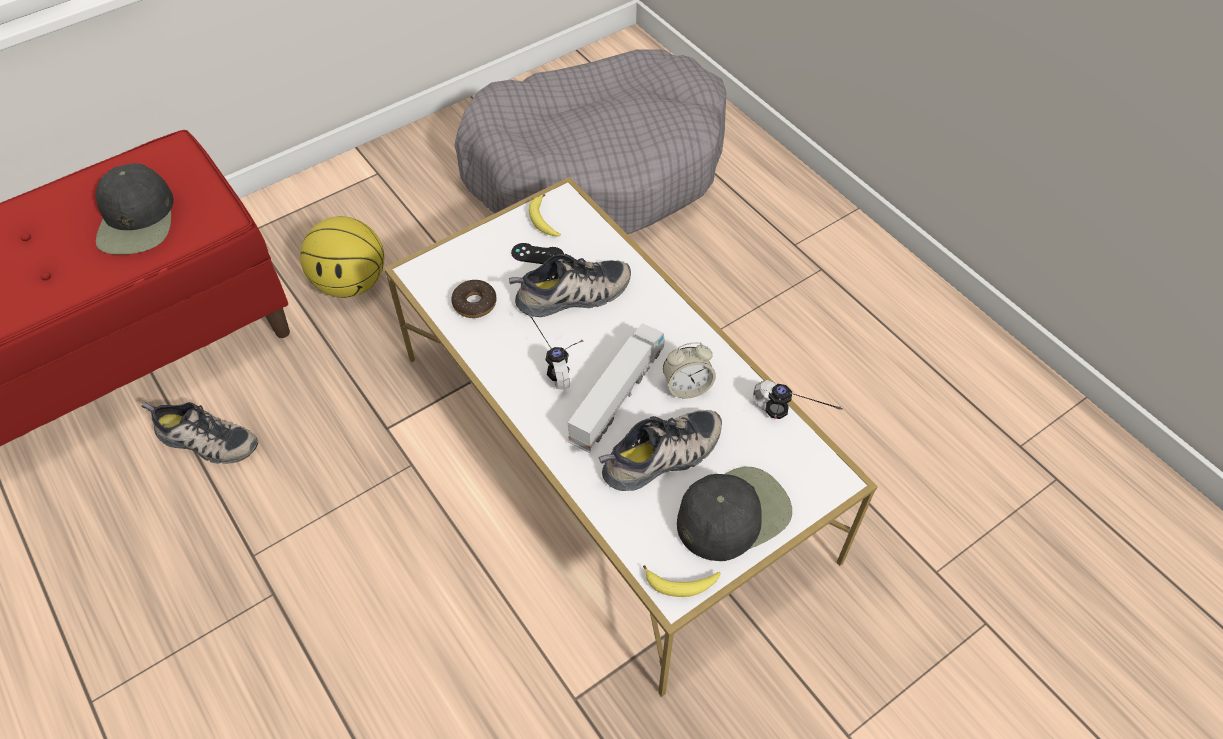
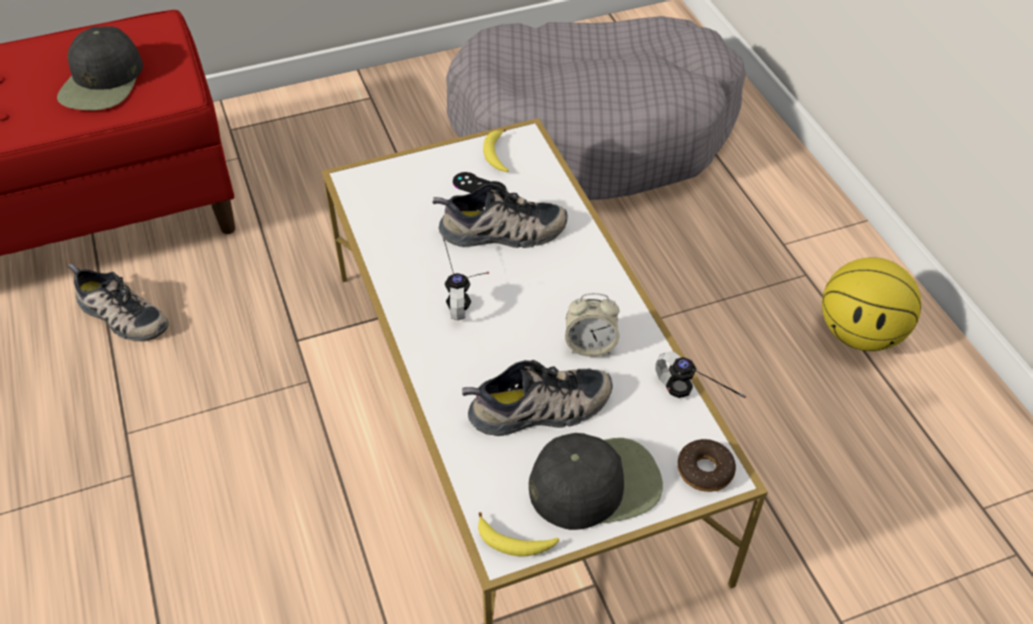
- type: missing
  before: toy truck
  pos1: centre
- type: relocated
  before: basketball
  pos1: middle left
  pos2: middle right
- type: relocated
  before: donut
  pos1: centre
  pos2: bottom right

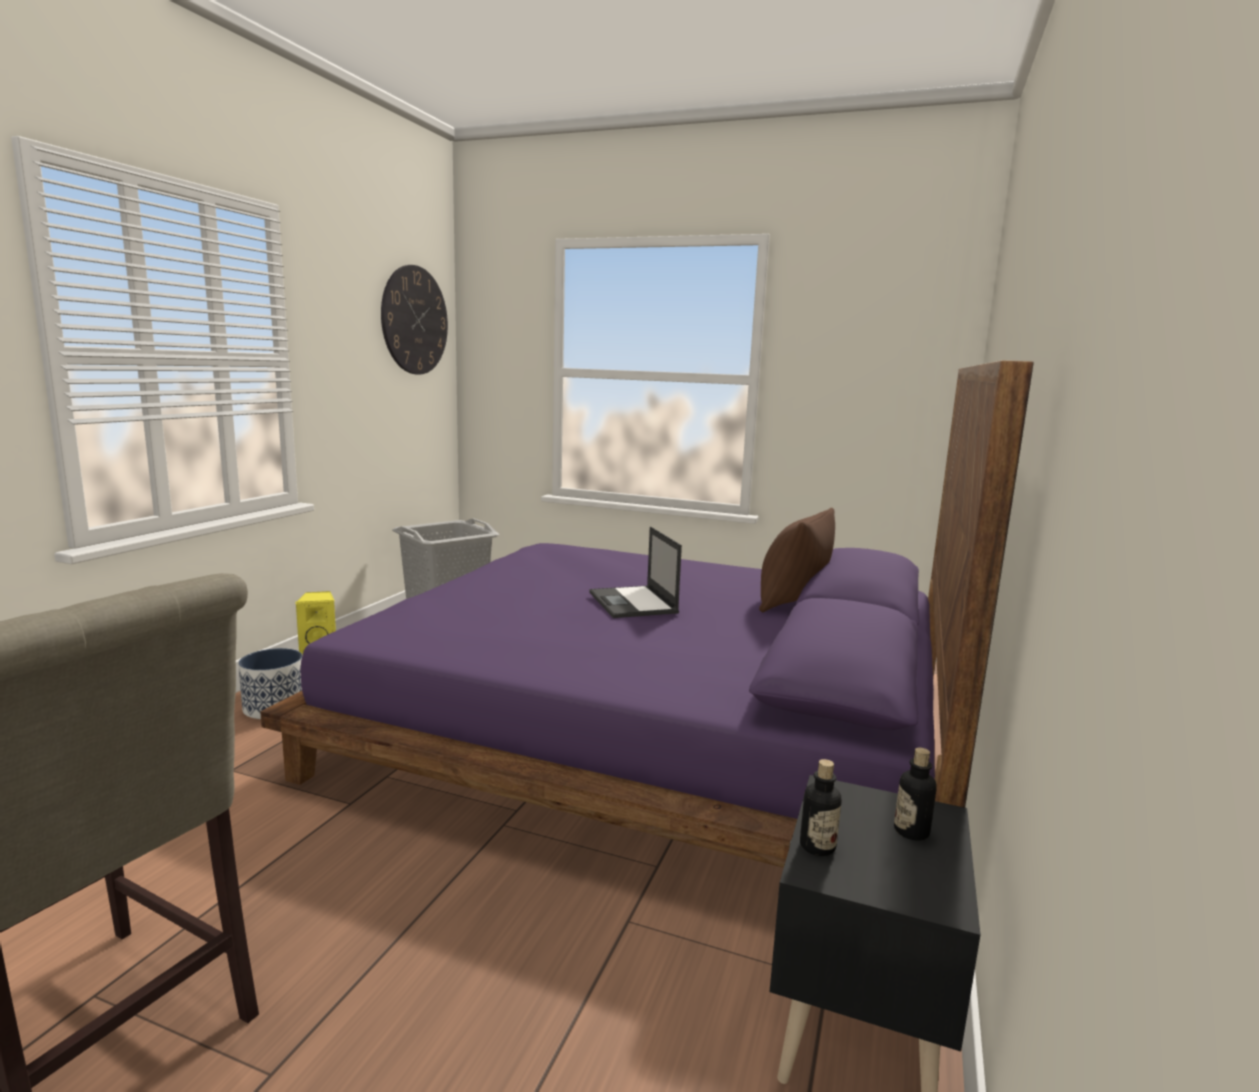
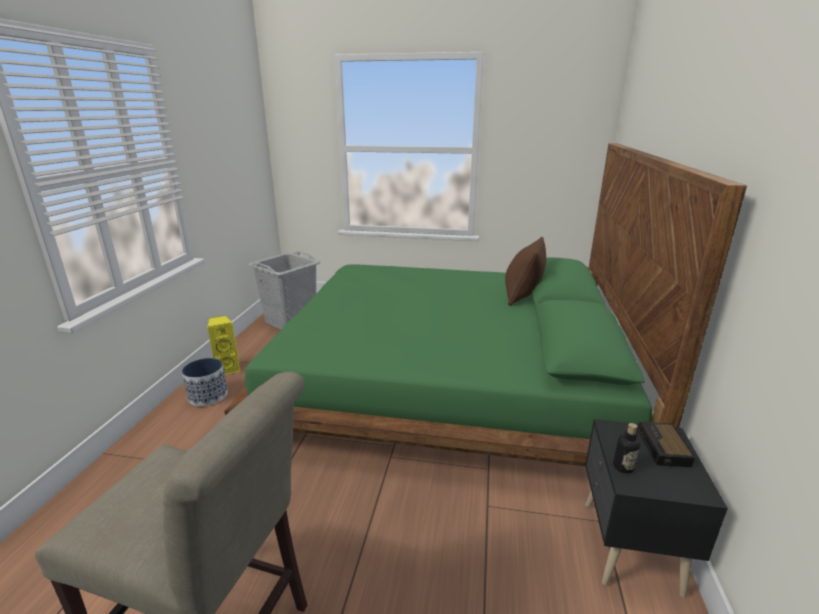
- type: missing
  before: wall clock
  pos1: top left
- type: missing
  before: laptop
  pos1: centre
- type: exchanged
  before: bottle (no. 2 from left)
  after: alarm clock
  pos1: bottom right
  pos2: bottom right
- type: colour
  before: purple bed
  after: green bed
  pos1: centre
  pos2: centre

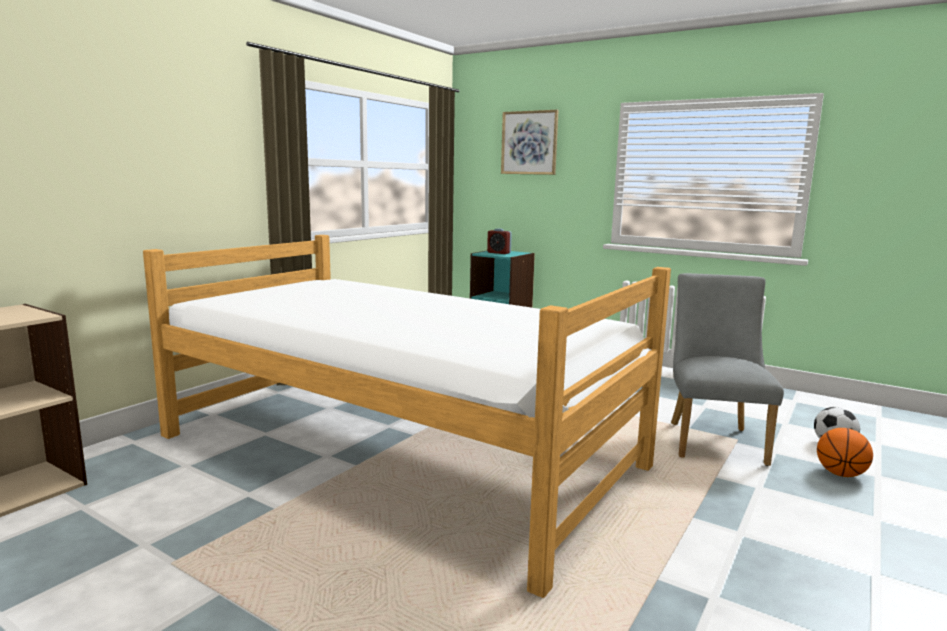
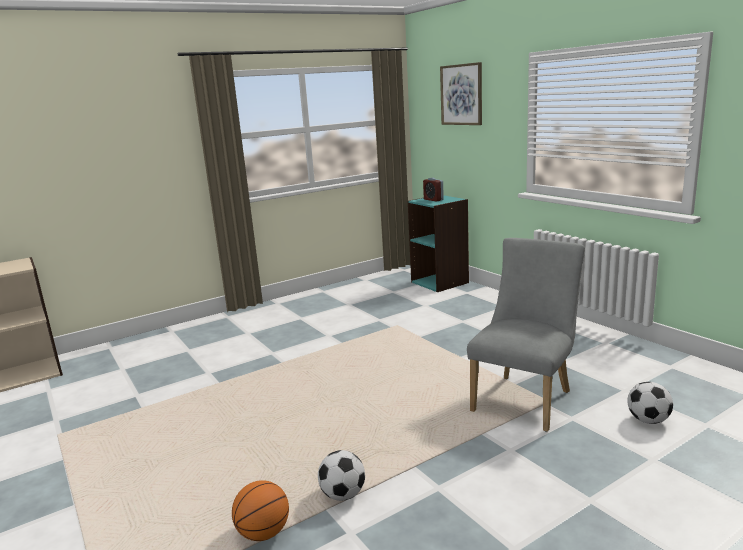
- type: missing
  before: bed
  pos1: centre
- type: appeared
  after: football (no. 1 from left)
  pos2: bottom centre
- type: relocated
  before: basketball
  pos1: bottom right
  pos2: bottom centre

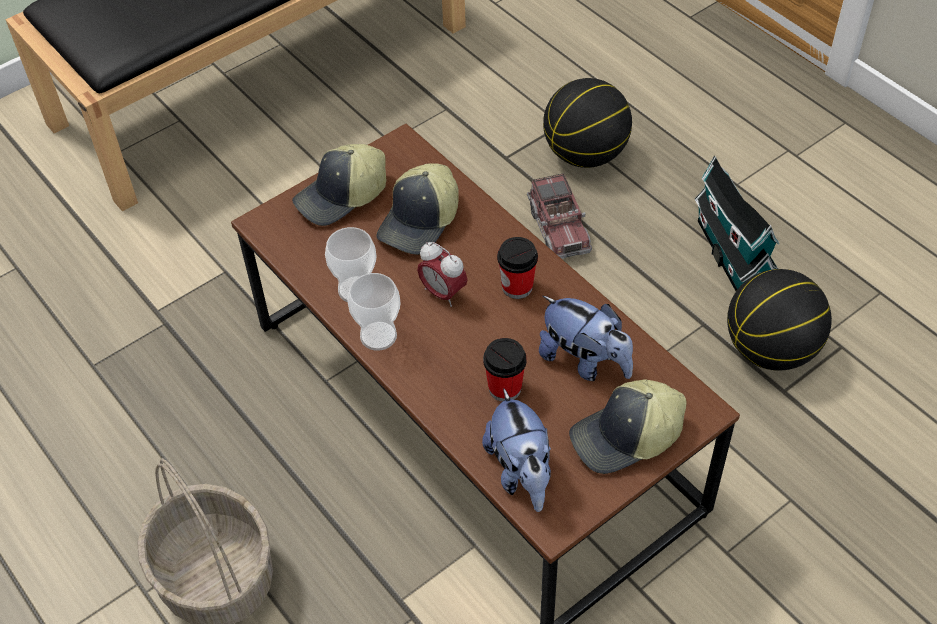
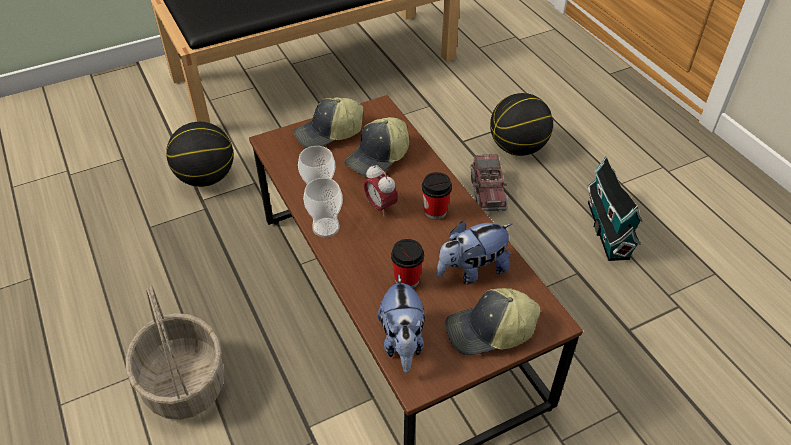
- type: relocated
  before: basketball (no. 2 from left in the first image)
  after: basketball (no. 1 from left)
  pos1: middle right
  pos2: middle left
- type: spun
  before: plush toy (no. 2 from left)
  pos1: centre
  pos2: centre
  turn: 105

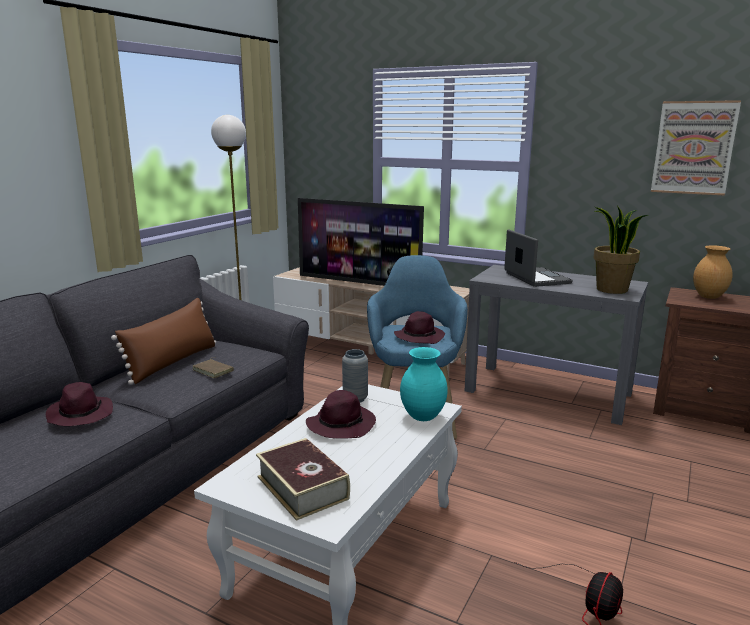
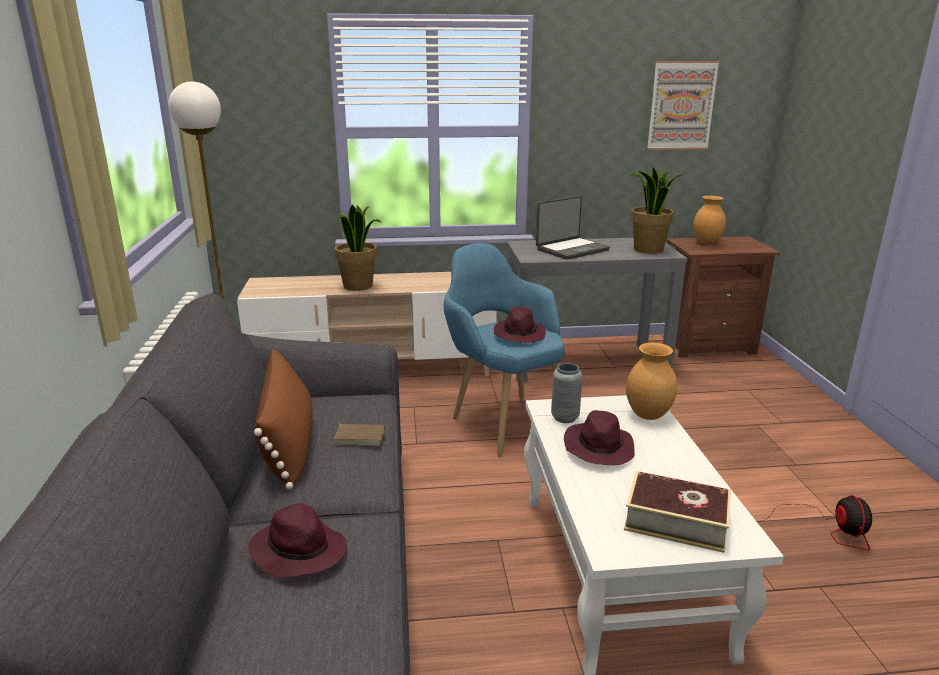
- type: exchanged
  before: television
  after: potted plant (no. 1 from left)
  pos1: centre
  pos2: centre
- type: colour
  before: turquoise vase
  after: brown vase (no. 1 from left)
  pos1: centre
  pos2: middle right
- type: spun
  before: laptop
  pos1: middle right
  pos2: centre
  turn: 105

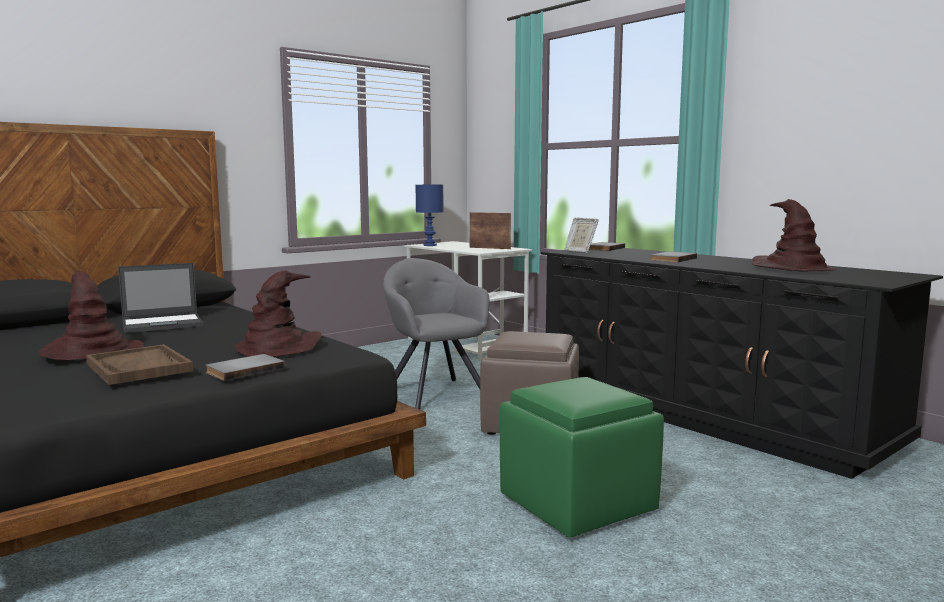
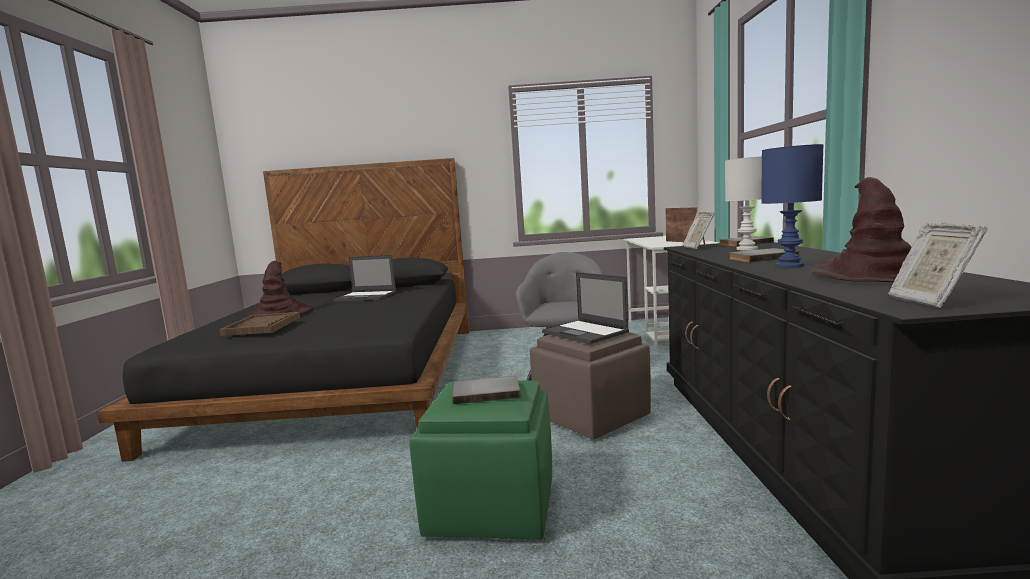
- type: missing
  before: brown hat (no. 2 from left)
  pos1: middle left
- type: appeared
  after: laptop (no. 2 from left)
  pos2: centre
- type: appeared
  after: white table lamp
  pos2: middle right
- type: appeared
  after: picture frame (no. 3 from left)
  pos2: middle right
- type: relocated
  before: grey book (no. 1 from left)
  pos1: middle left
  pos2: bottom centre
- type: relocated
  before: blue table lamp
  pos1: centre
  pos2: middle right

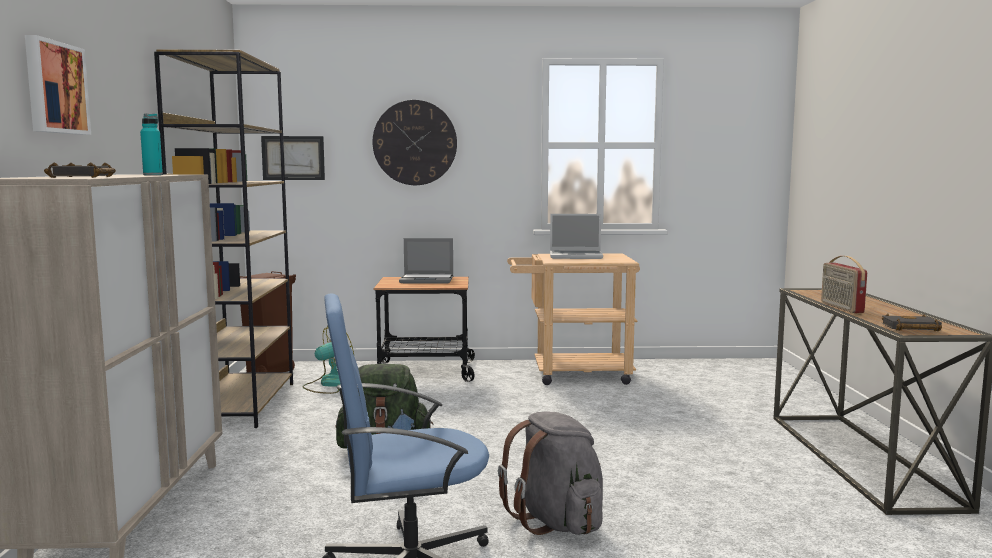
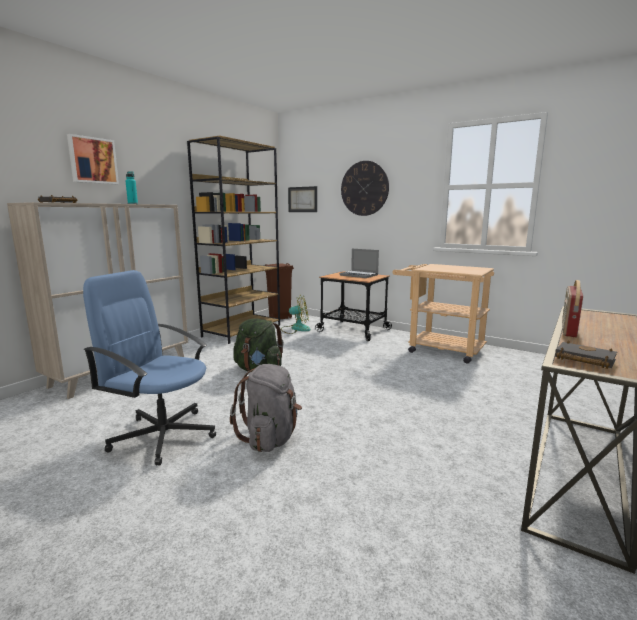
- type: missing
  before: laptop (no. 2 from left)
  pos1: centre

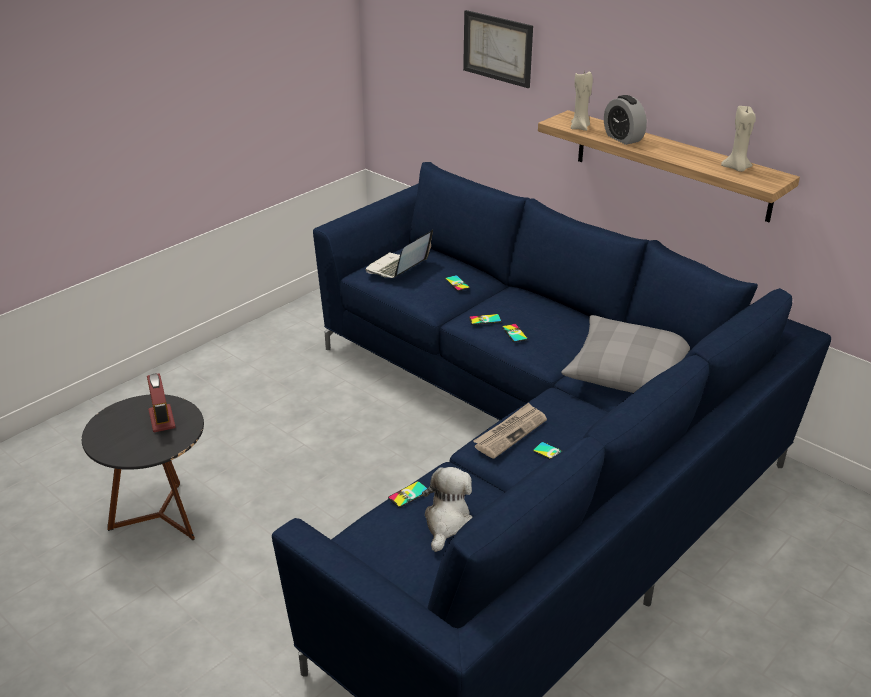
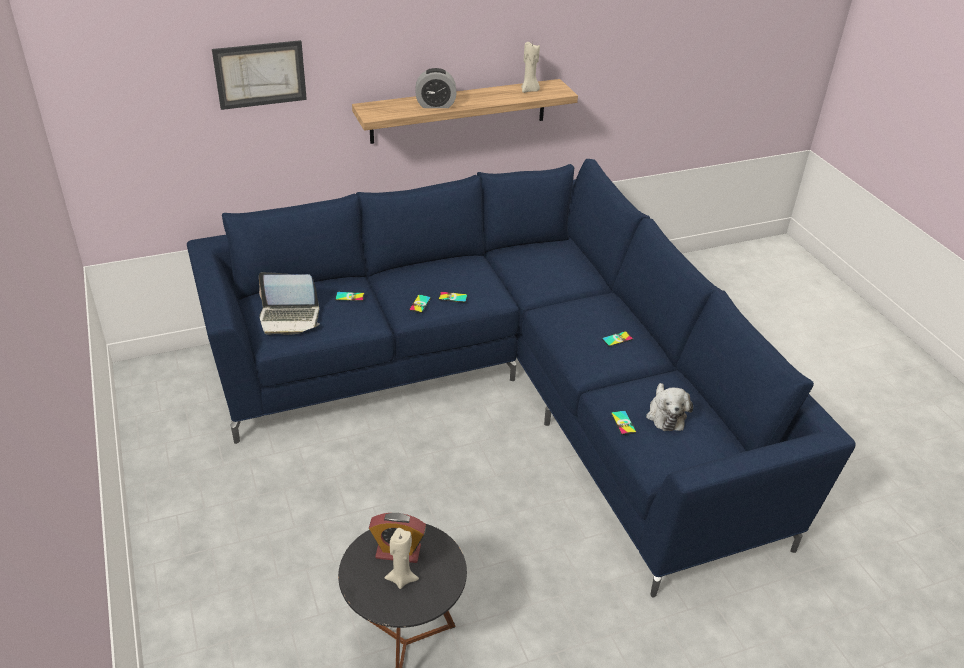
- type: missing
  before: newspaper
  pos1: centre
- type: missing
  before: grey pillow
  pos1: middle right
- type: relocated
  before: beige candle (no. 1 from left)
  pos1: top right
  pos2: bottom centre
- type: spun
  before: laptop
  pos1: centre
  pos2: middle left
  turn: -60
- type: spun
  before: plush toy
  pos1: bottom centre
  pos2: middle right
  turn: -135

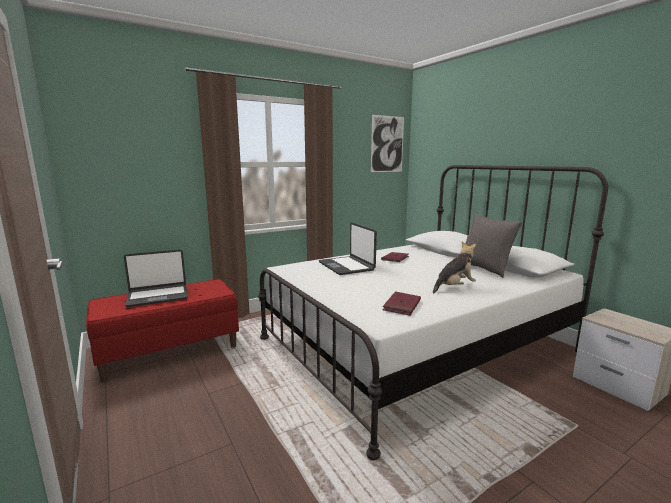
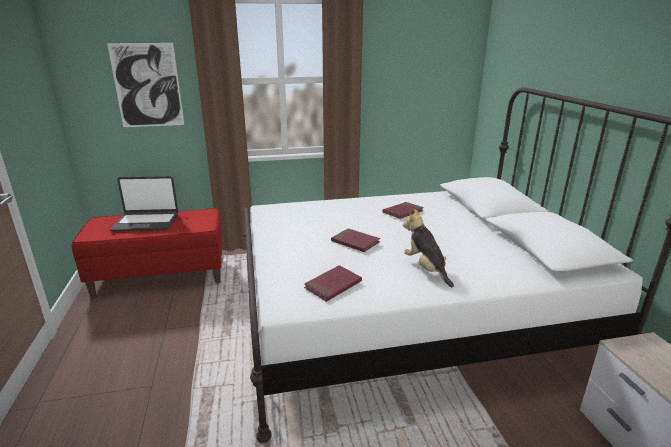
- type: missing
  before: laptop (no. 2 from left)
  pos1: centre
- type: missing
  before: grey pillow
  pos1: middle right
- type: appeared
  after: red book (no. 2 from left)
  pos2: centre
- type: relocated
  before: picture
  pos1: top centre
  pos2: top left
- type: spun
  before: plush toy
  pos1: middle right
  pos2: centre
  turn: -105

